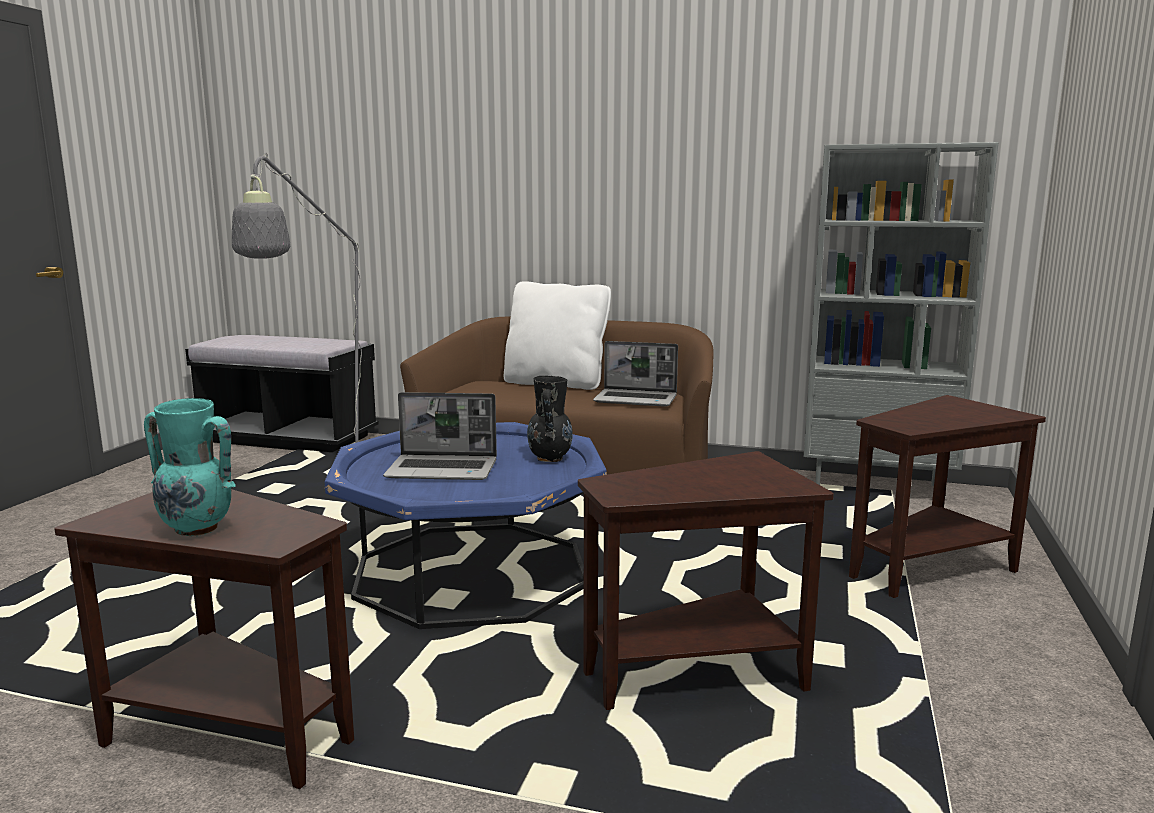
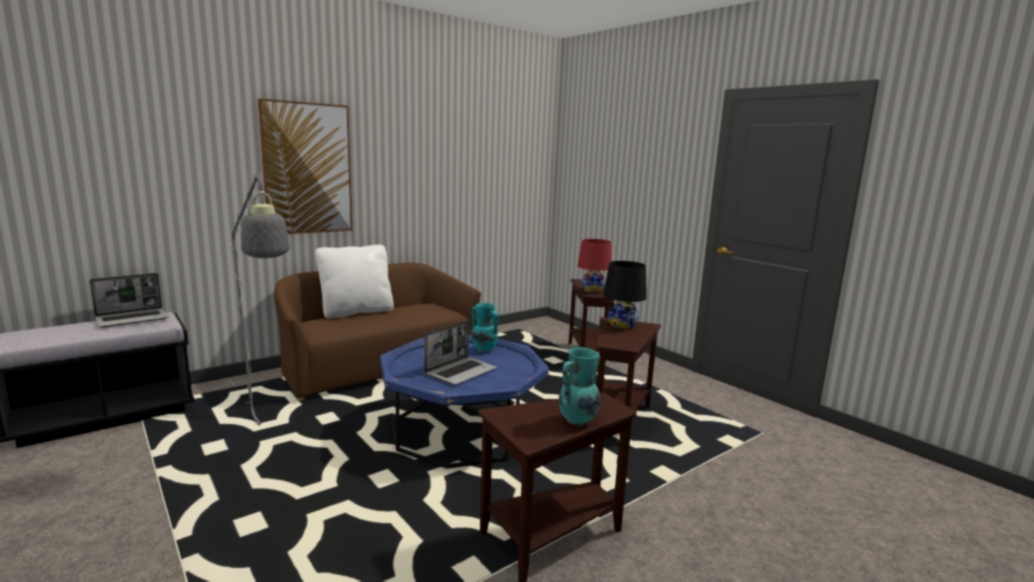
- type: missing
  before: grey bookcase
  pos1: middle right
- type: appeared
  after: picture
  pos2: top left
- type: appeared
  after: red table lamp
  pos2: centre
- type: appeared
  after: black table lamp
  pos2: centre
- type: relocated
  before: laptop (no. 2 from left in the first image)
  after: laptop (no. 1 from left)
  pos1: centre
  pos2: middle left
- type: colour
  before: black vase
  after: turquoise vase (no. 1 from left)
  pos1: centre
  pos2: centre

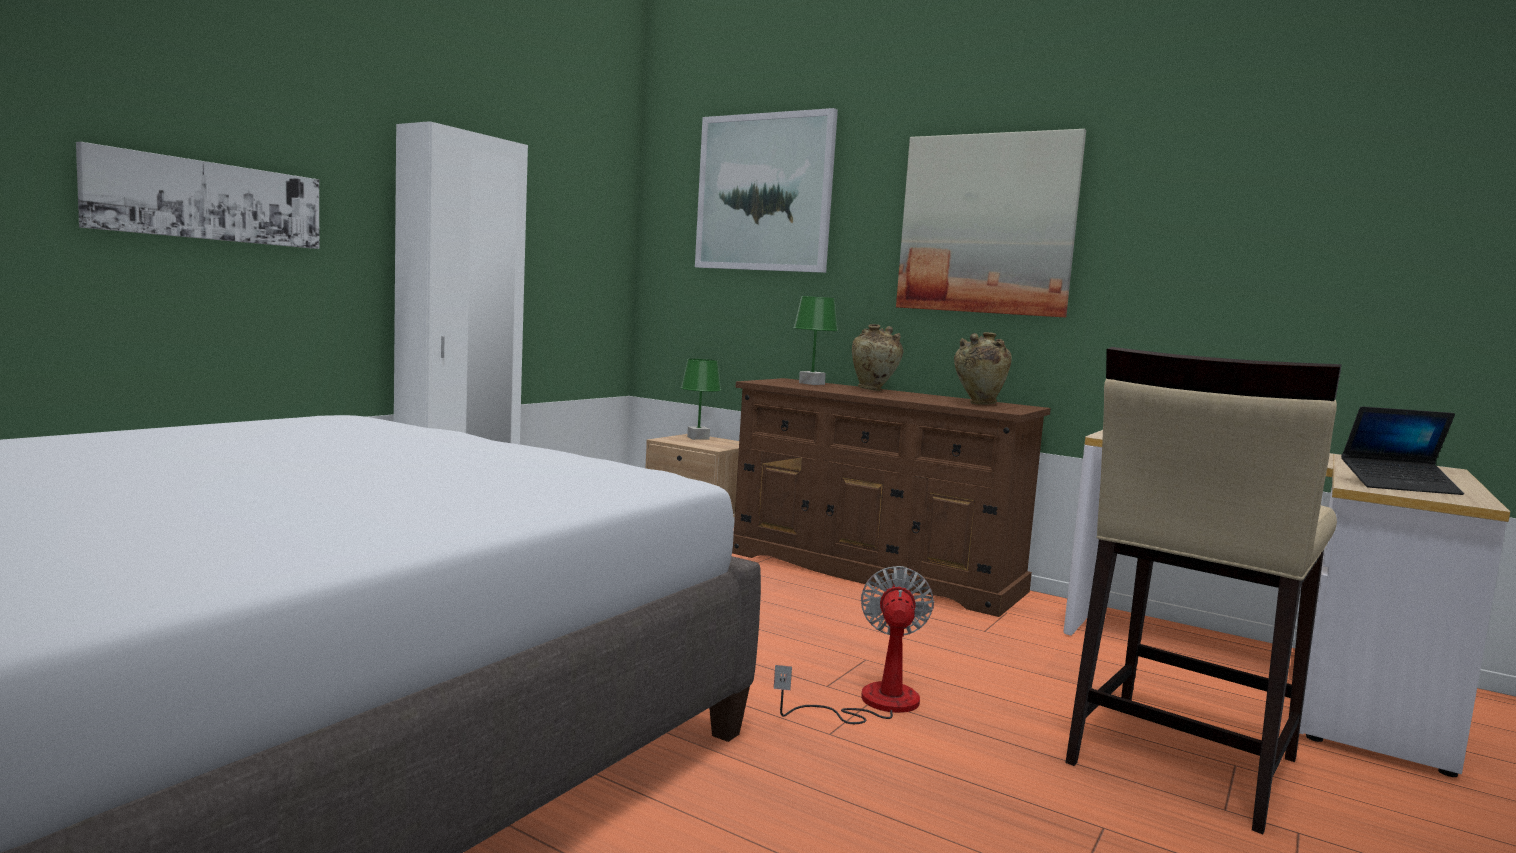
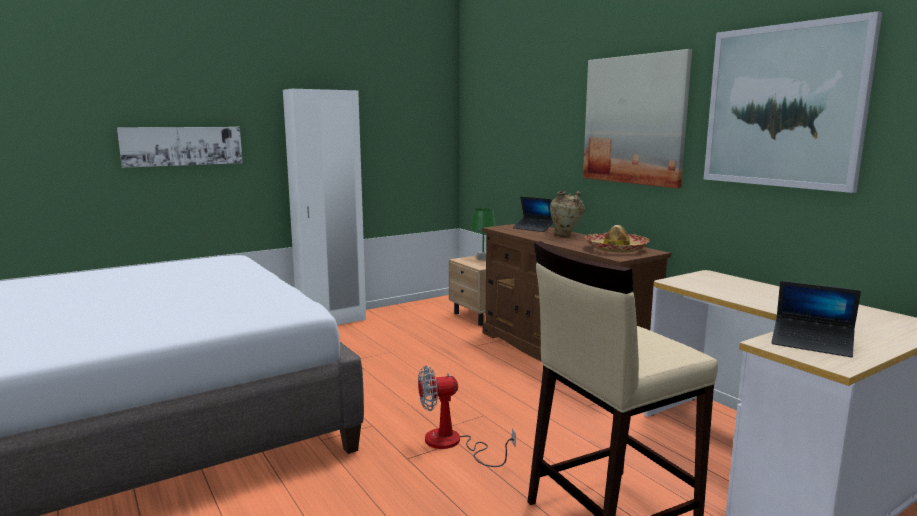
- type: relocated
  before: picture (no. 2 from left in the first image)
  after: picture (no. 3 from left)
  pos1: top centre
  pos2: top right
- type: exchanged
  before: green table lamp (no. 2 from left)
  after: laptop (no. 1 from left)
  pos1: centre
  pos2: centre
- type: exchanged
  before: beige vase (no. 2 from left)
  after: hat
  pos1: centre
  pos2: middle right
- type: spun
  before: fan
  pos1: bottom centre
  pos2: bottom centre
  turn: -135

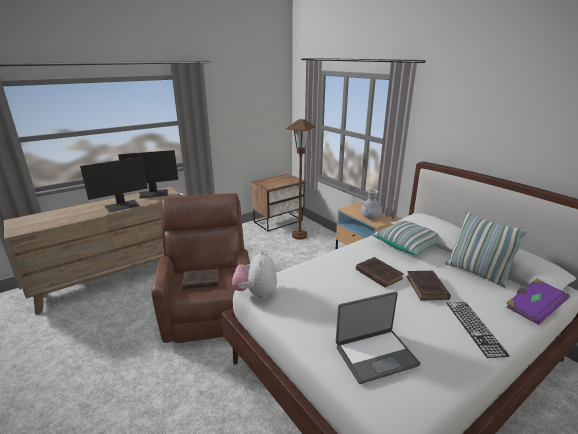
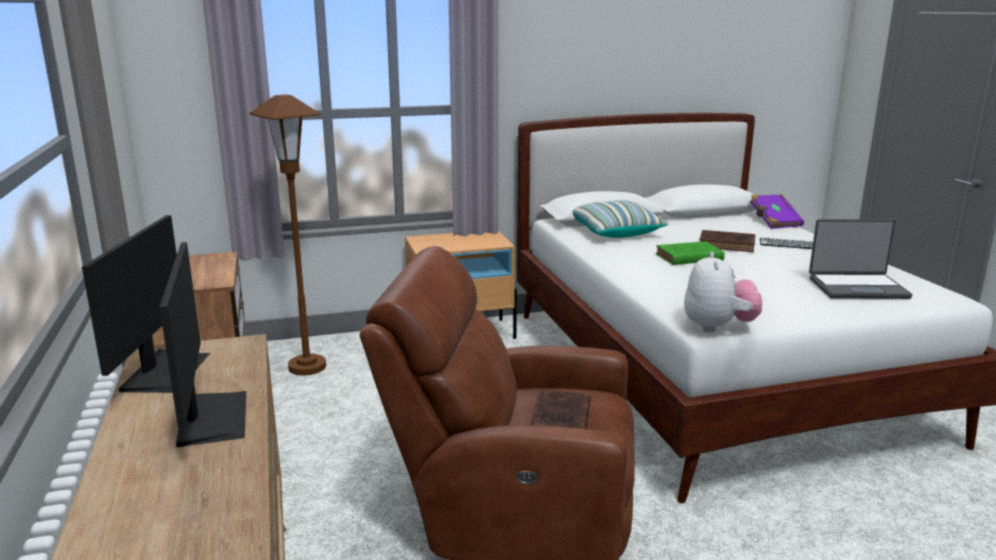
- type: missing
  before: vase
  pos1: centre
- type: missing
  before: pillow (no. 2 from left)
  pos1: middle right
- type: colour
  before: brown book (no. 2 from left)
  after: green book
  pos1: centre
  pos2: middle right
- type: spun
  before: plush toy
  pos1: centre
  pos2: middle right
  turn: -105
- type: spun
  before: laptop
  pos1: bottom centre
  pos2: middle right
  turn: 90

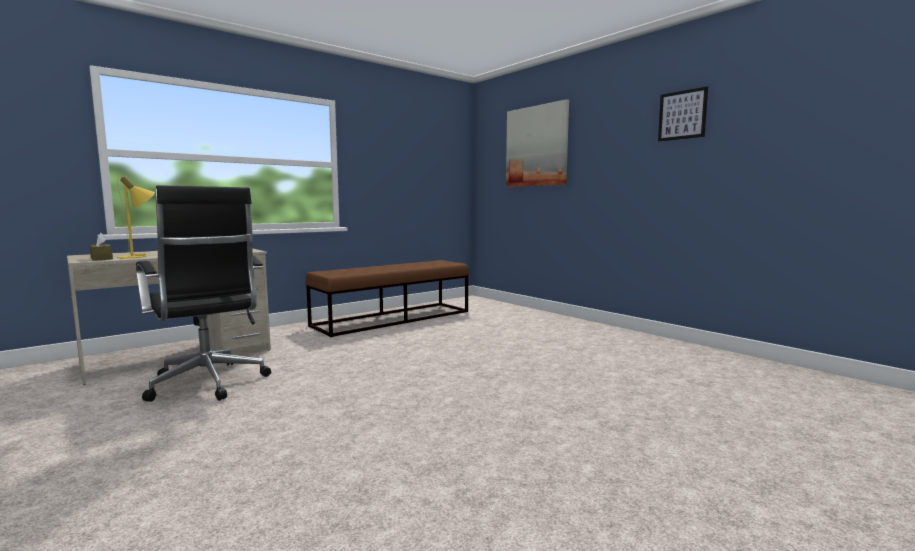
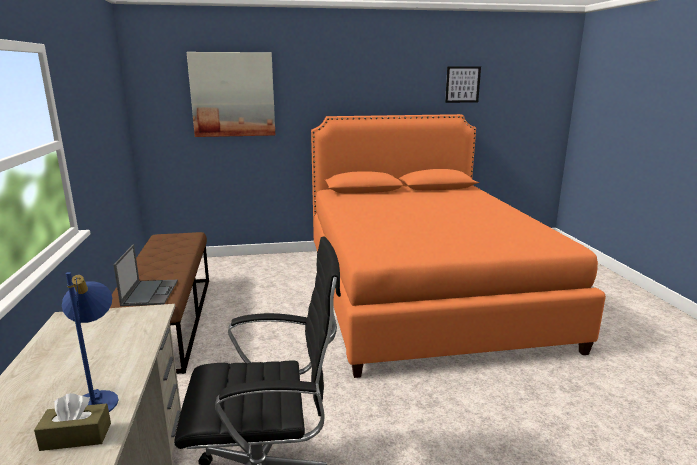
- type: appeared
  after: laptop
  pos2: middle left
- type: appeared
  after: orange bed
  pos2: centre
- type: relocated
  before: picture (no. 2 from left)
  pos1: top right
  pos2: top centre
- type: colour
  before: yellow table lamp
  after: blue table lamp
  pos1: middle left
  pos2: bottom left

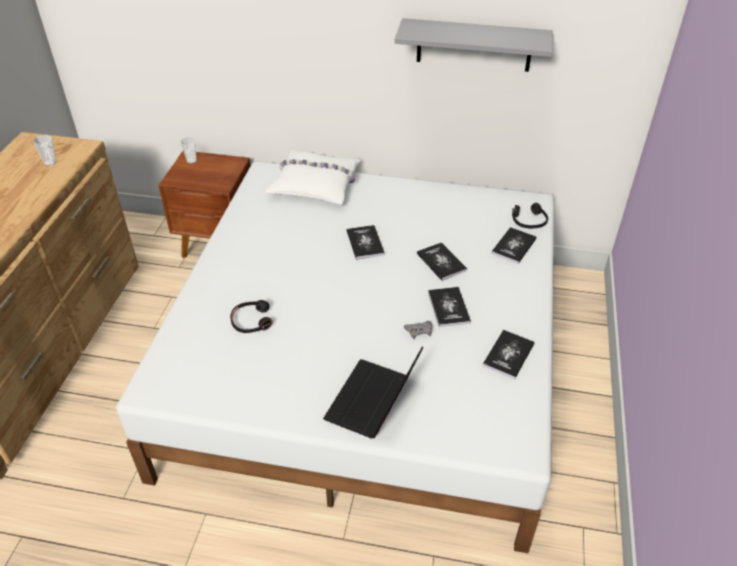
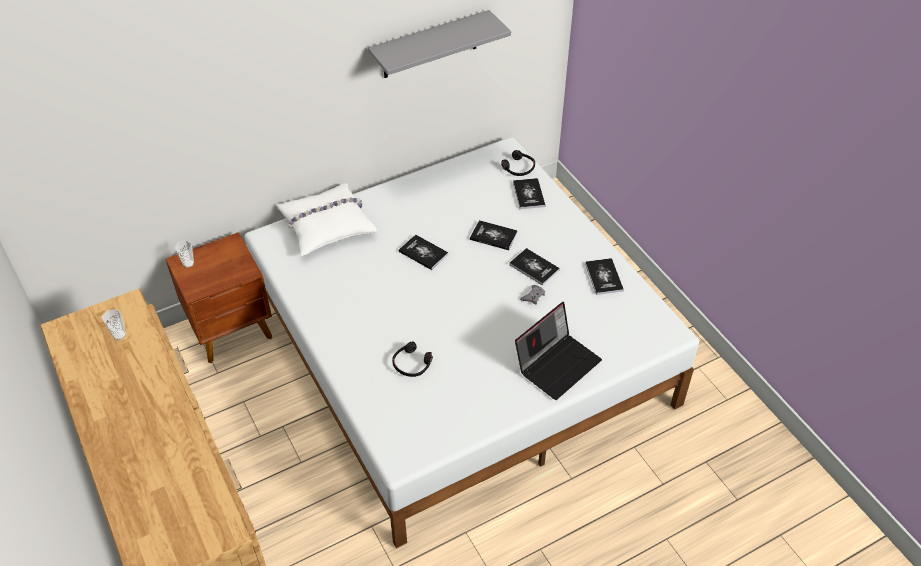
- type: spun
  before: laptop
  pos1: bottom centre
  pos2: centre
  turn: -120

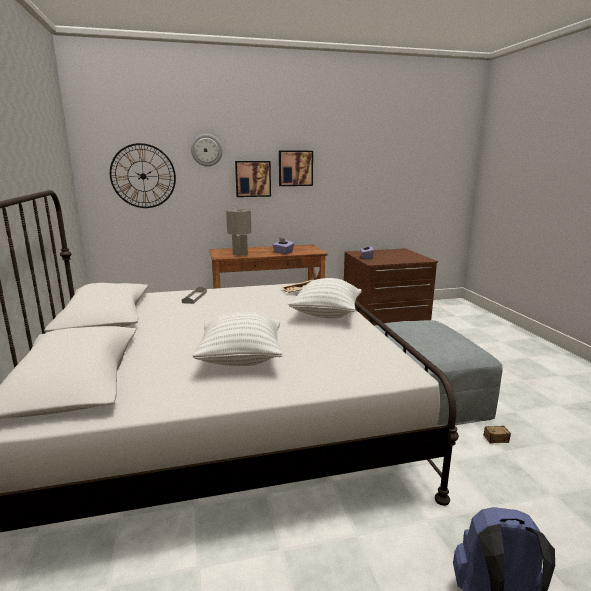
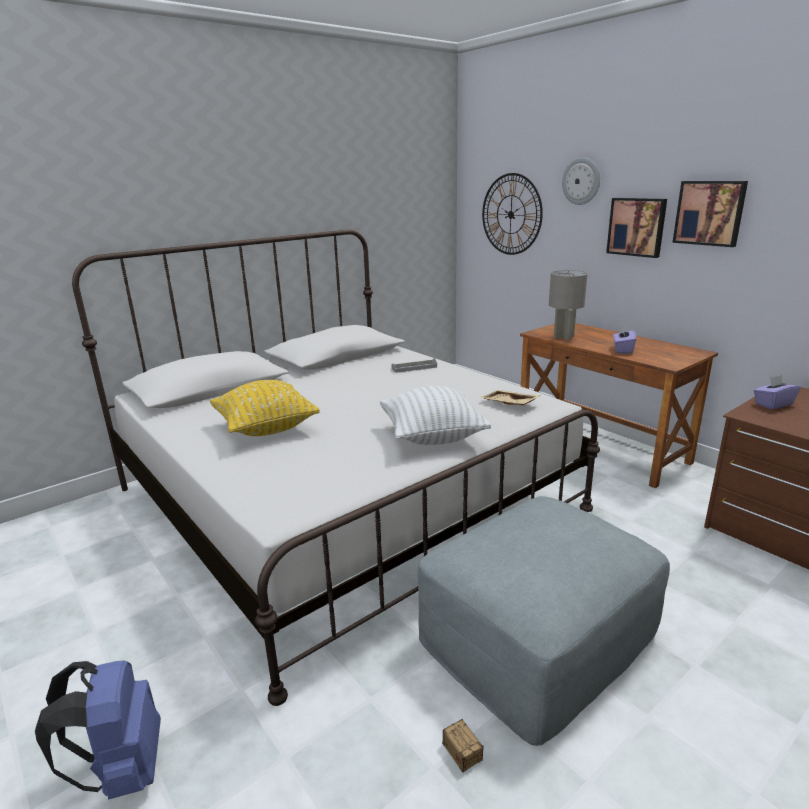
- type: colour
  before: white pillow (no. 1 from left)
  after: yellow pillow
  pos1: centre
  pos2: middle left

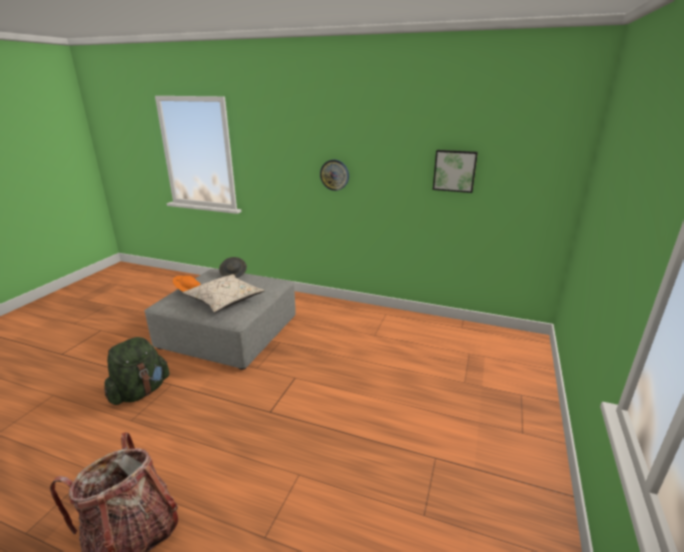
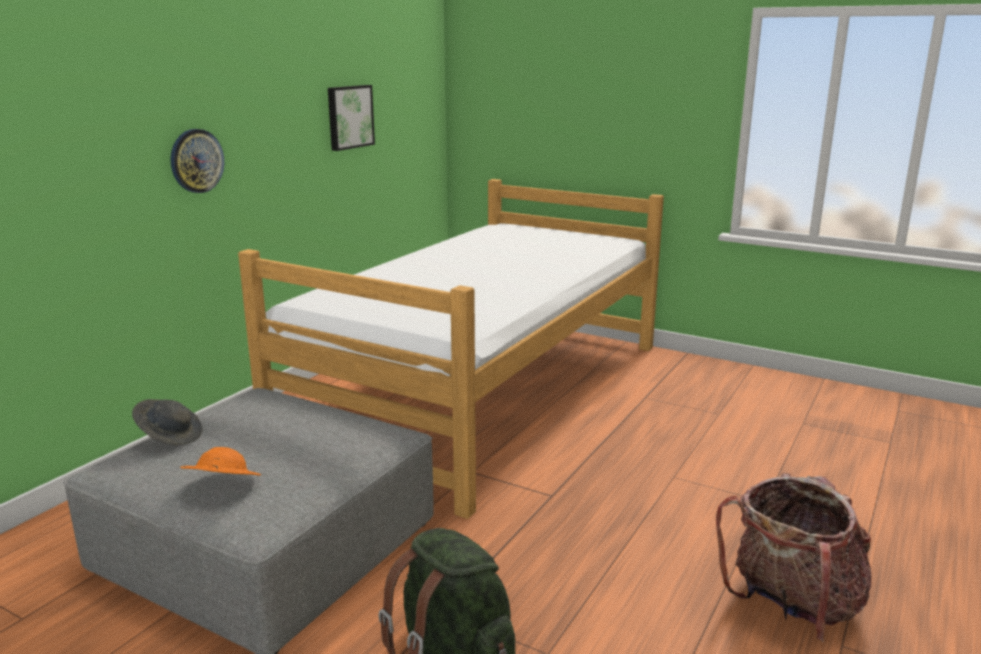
- type: missing
  before: beige pillow
  pos1: middle left
- type: appeared
  after: bed
  pos2: centre

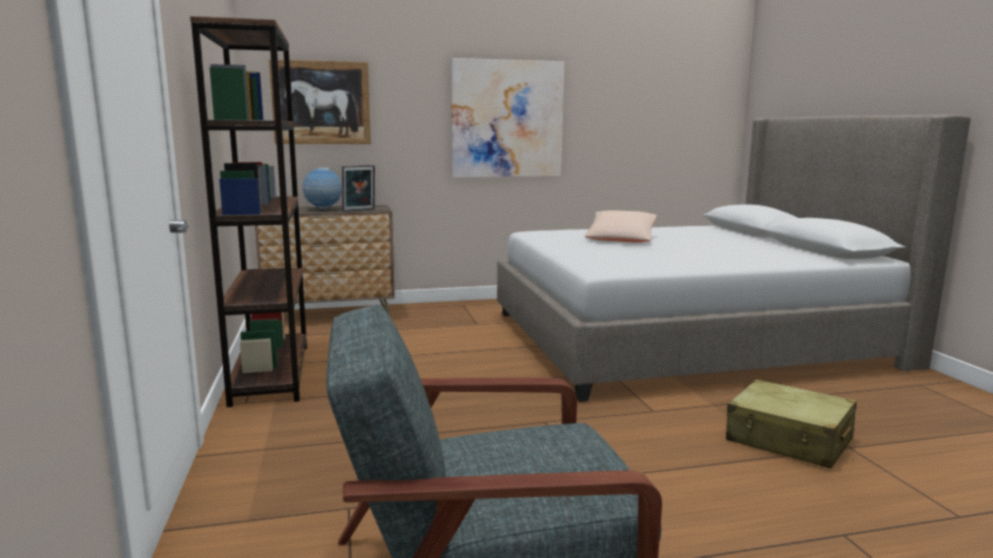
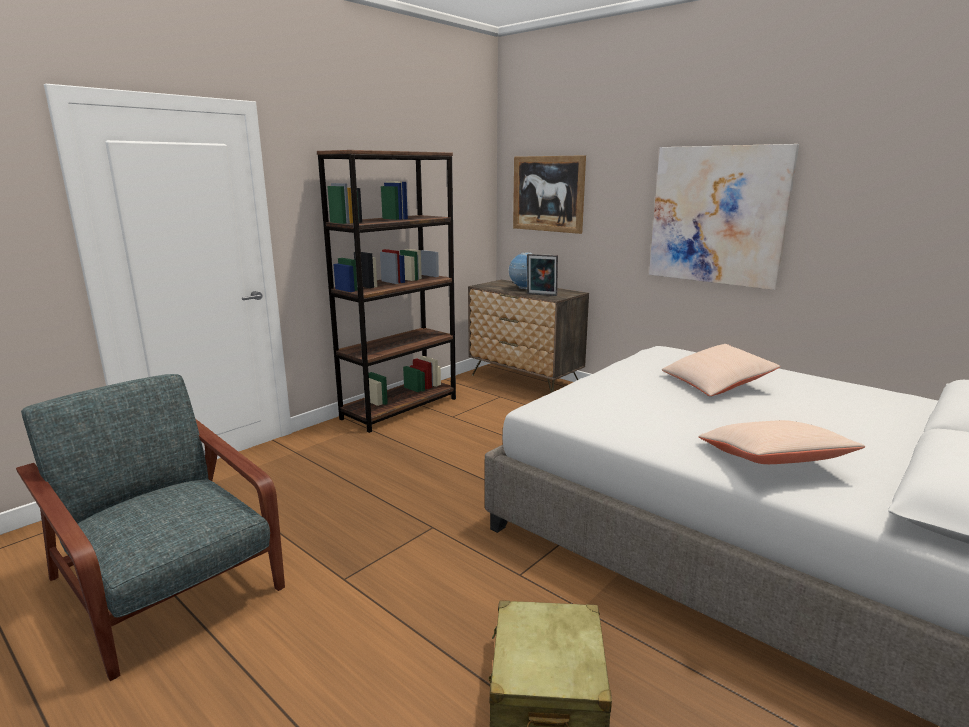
- type: appeared
  after: beige pillow (no. 2 from left)
  pos2: middle right

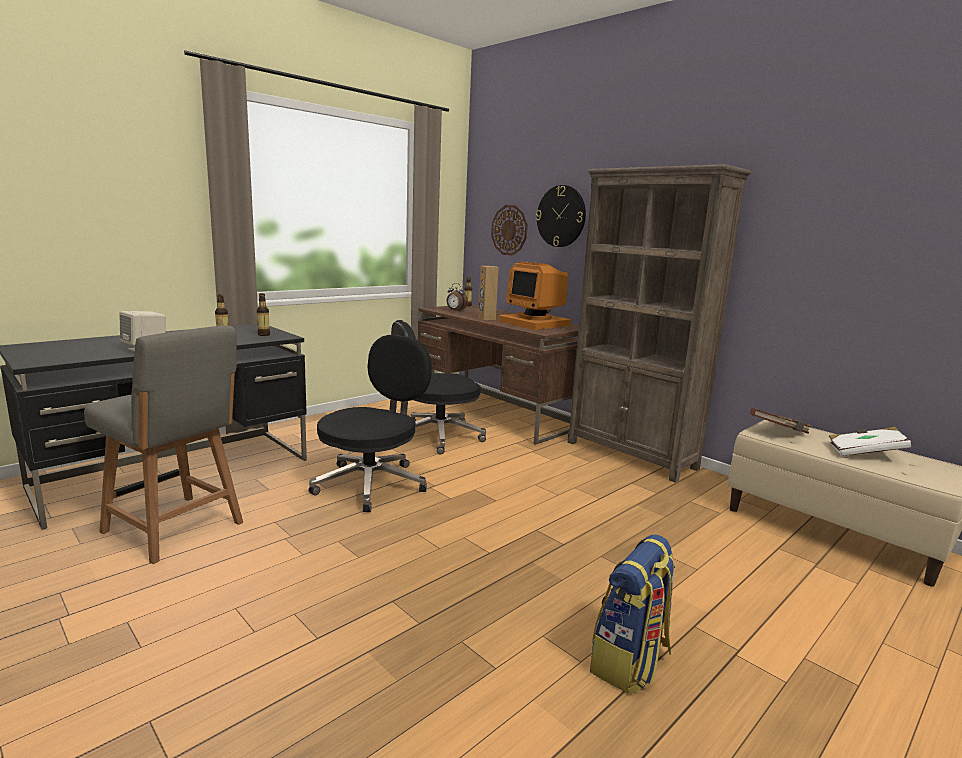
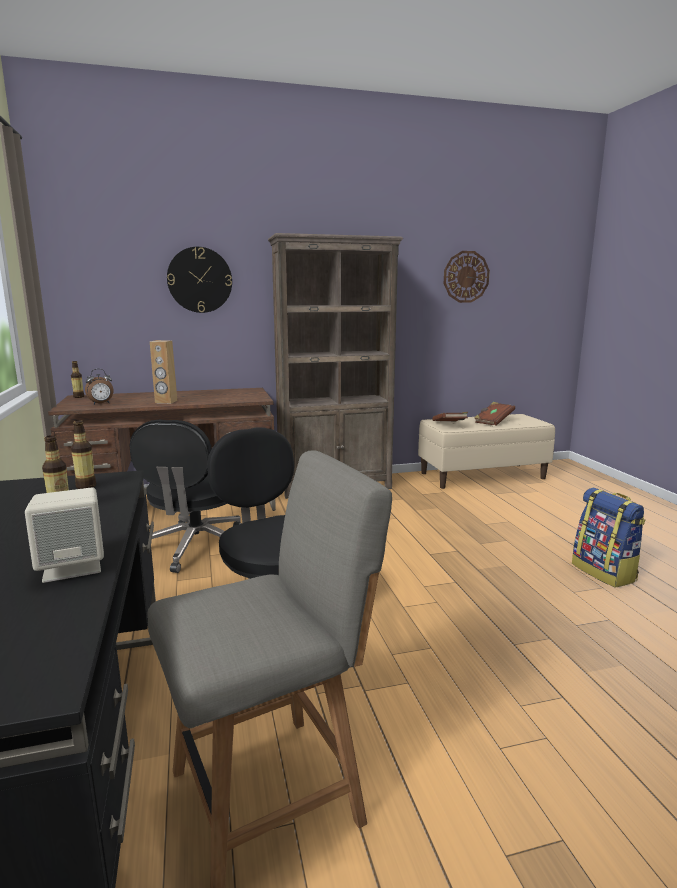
- type: missing
  before: monitor
  pos1: centre
- type: relocated
  before: wall clock (no. 1 from left in the first image)
  after: wall clock (no. 2 from left)
  pos1: top centre
  pos2: top right
- type: colour
  before: white book
  after: brown book (no. 2 from left)
  pos1: middle right
  pos2: middle right

